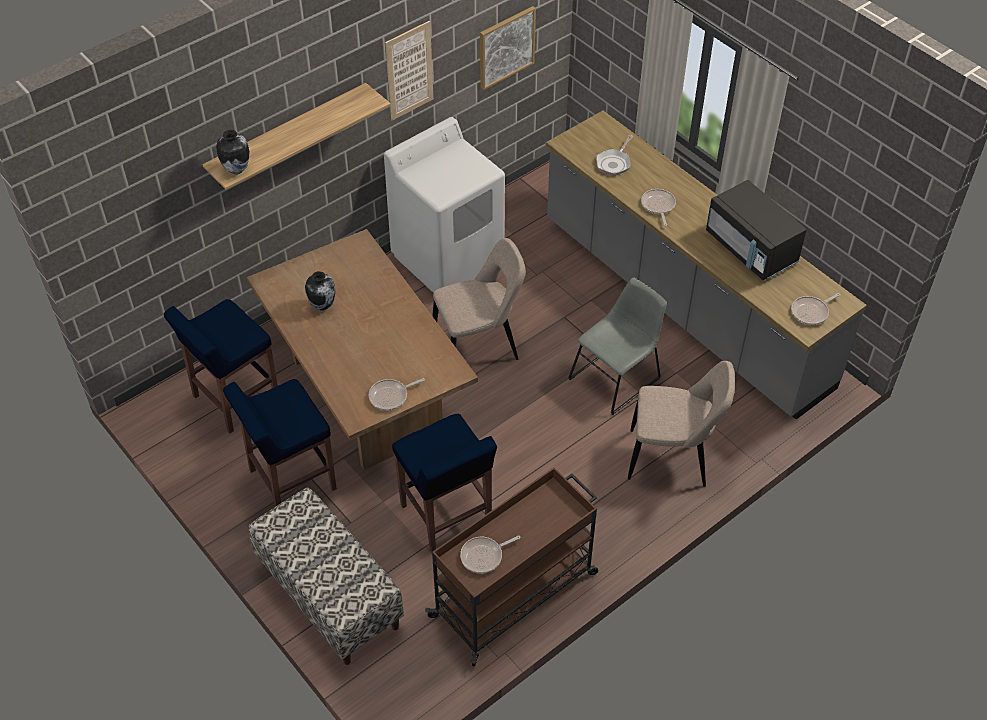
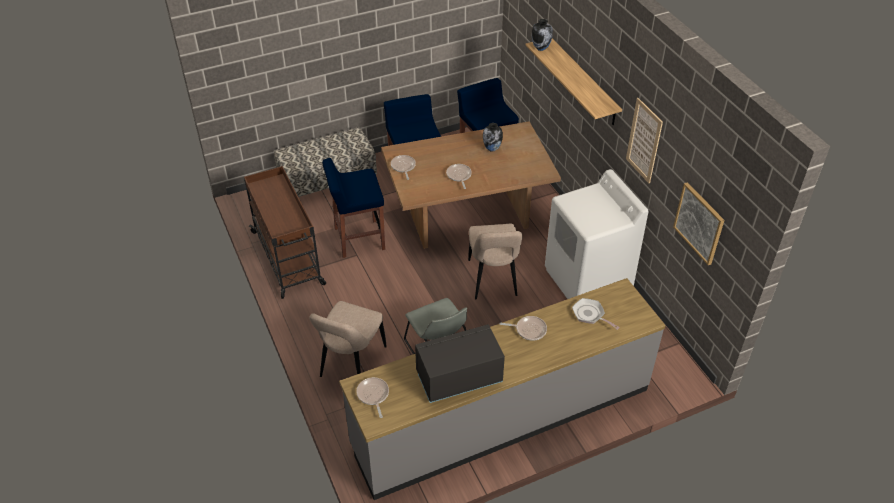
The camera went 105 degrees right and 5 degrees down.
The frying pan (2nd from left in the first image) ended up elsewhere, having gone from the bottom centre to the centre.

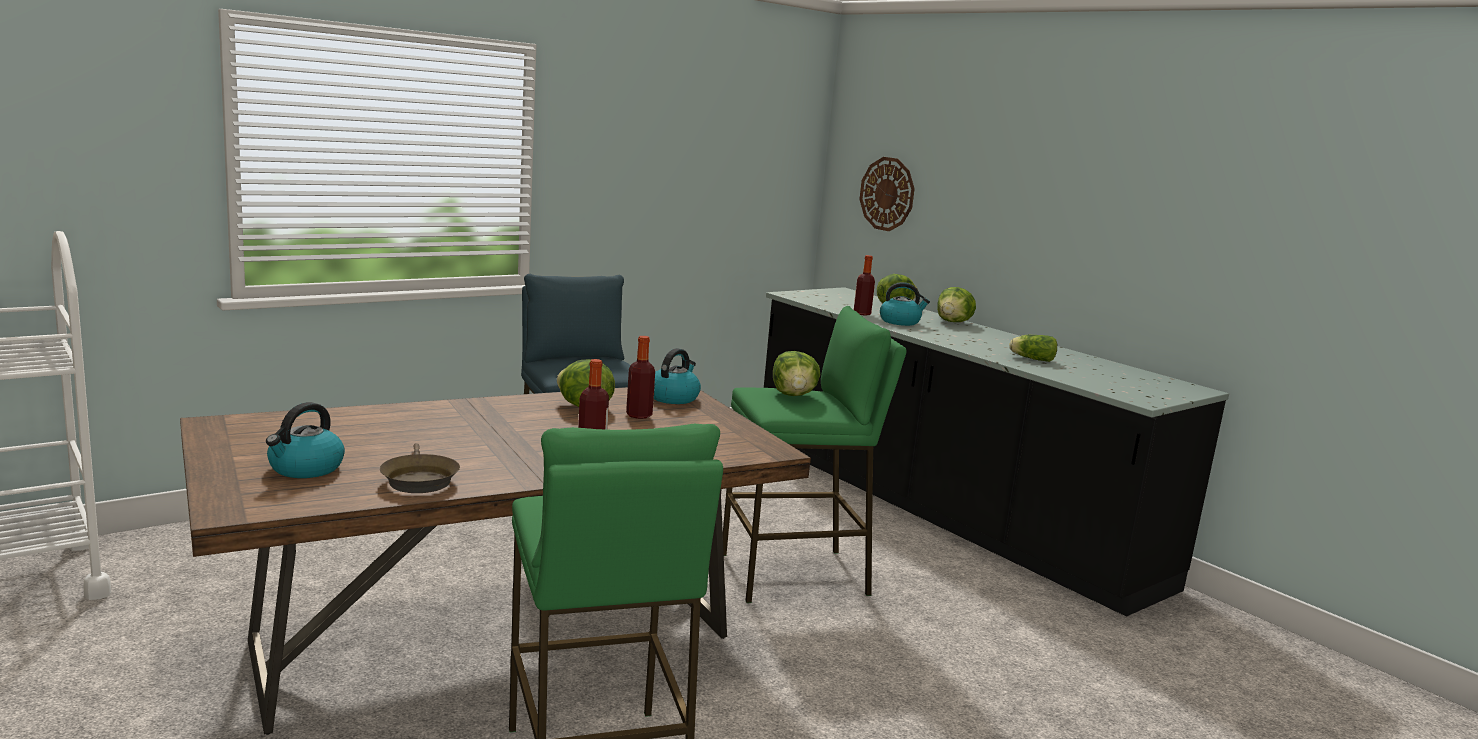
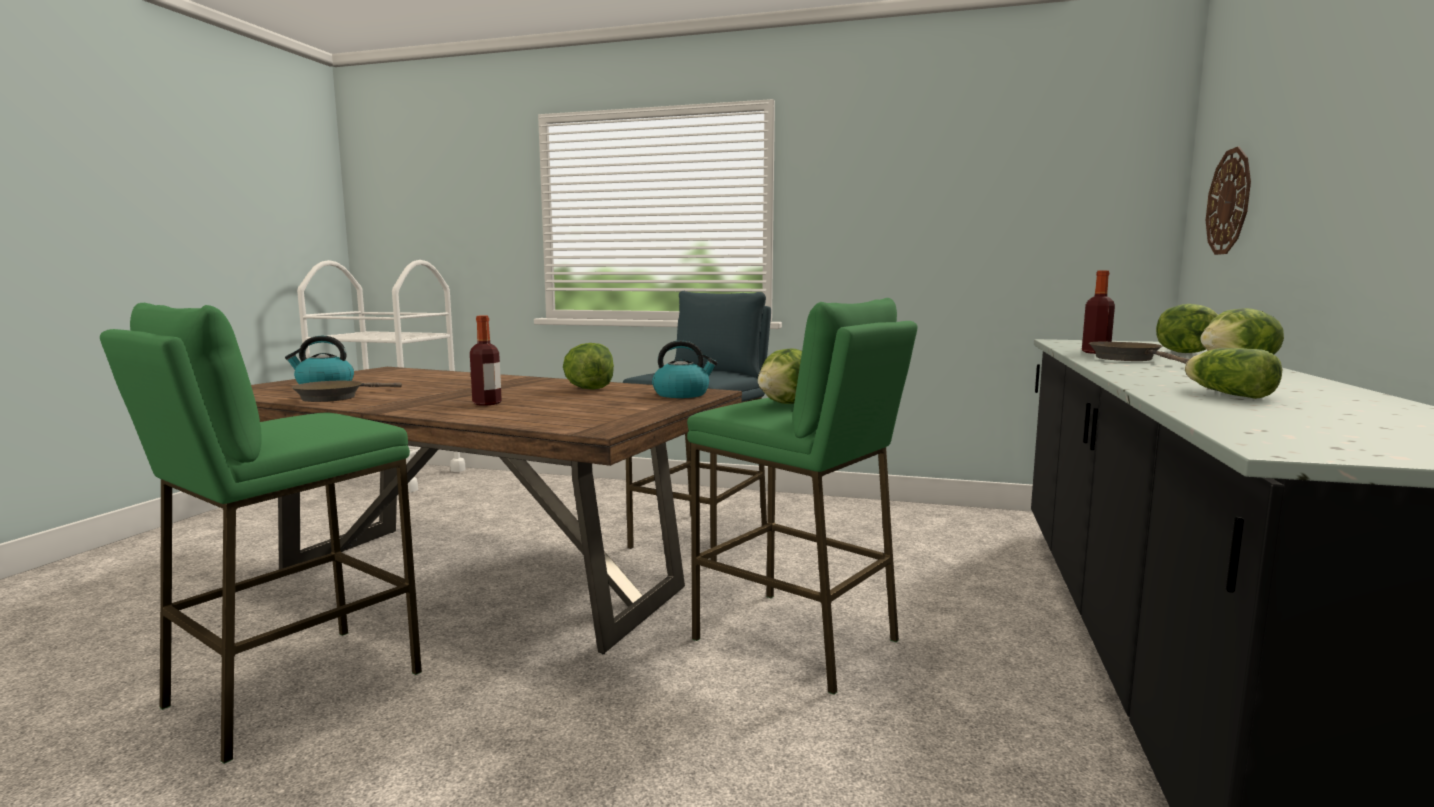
The camera went 55 degrees right and 5 degrees down.
The second view lost the drink bottle (2nd from left) at the centre.
Where the tea kettle (3rd from left) stood at the centre, the brown frying pan (2nd from left) came to stand at the middle right.

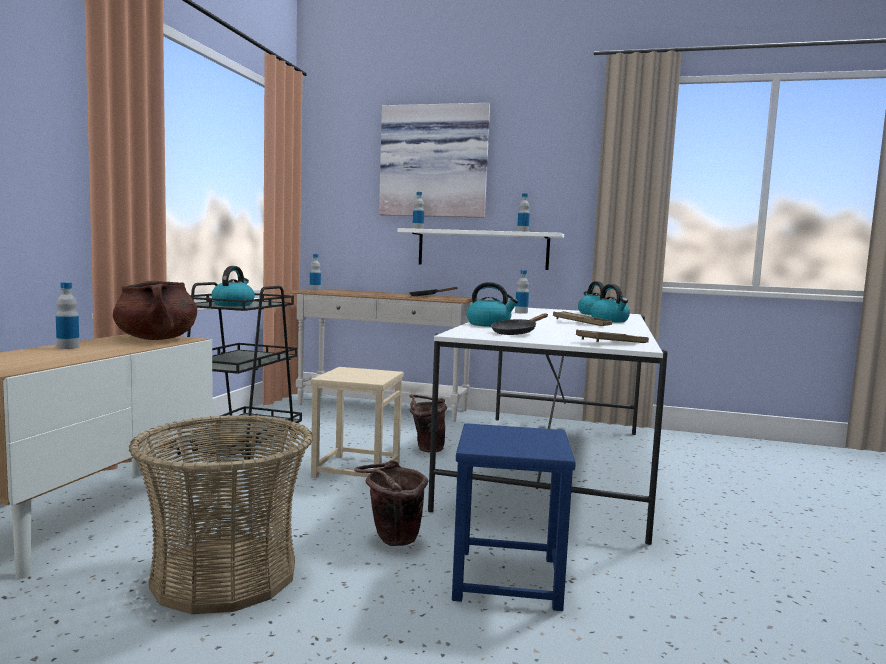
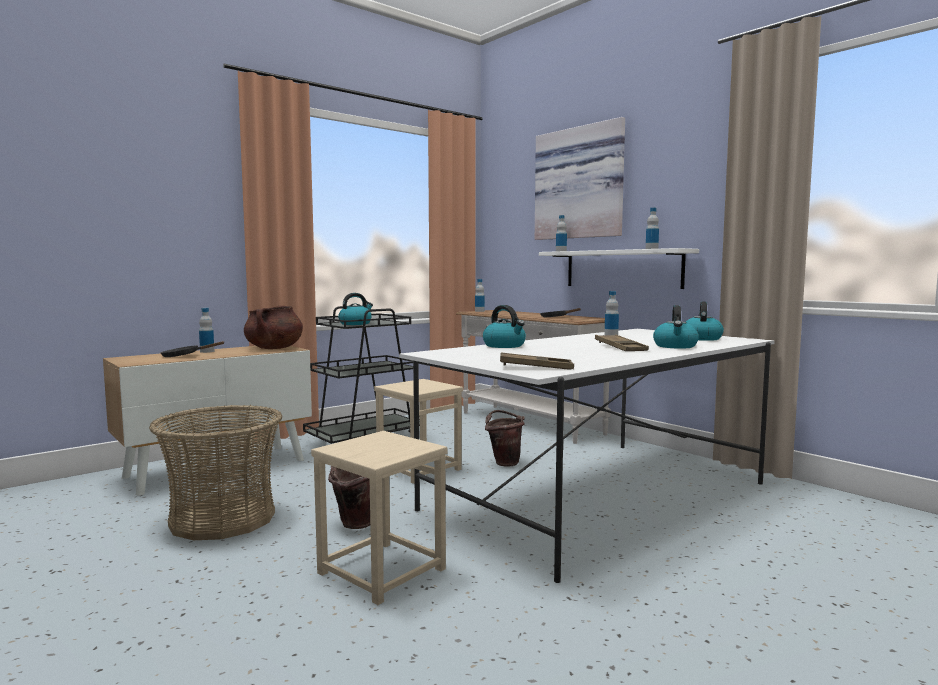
The camera went 35 degrees right and 0 degrees up.
The black frying pan (2nd from left in the first image) ended up elsewhere, having gone from the centre to the middle left.
What was the bluish sitting stool at the bottom centre turned into the sand-coloured sitting stool (1st from left) at the bottom centre.

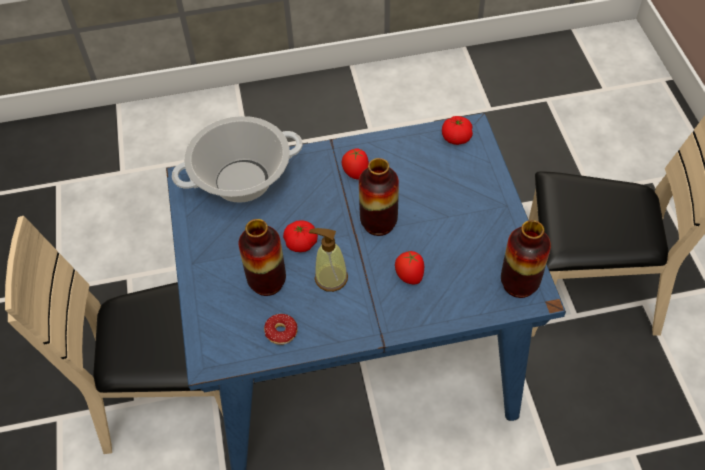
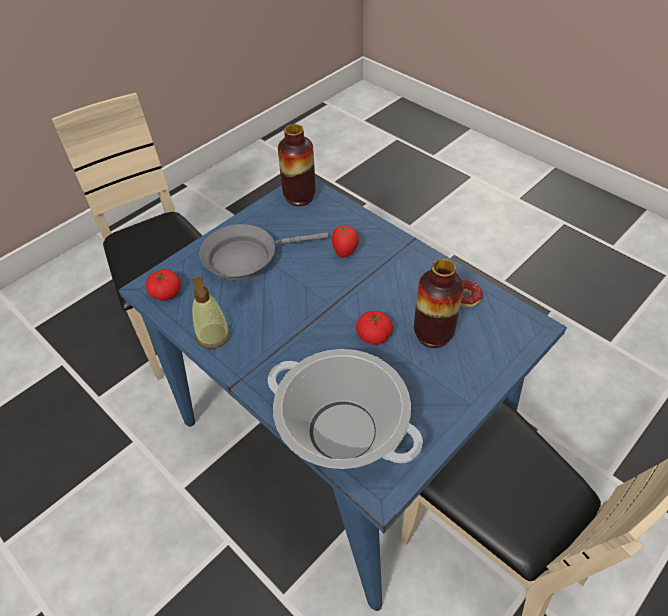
The camera went 125 degrees left and 5 degrees down.
The second view lost the tomato (2nd from left) at the centre.
The second view lost the vase (2nd from left) at the centre.
The second view gained the greyish frying pan at the centre.
The soap dispenser ended up elsewhere, having gone from the centre to the middle left.

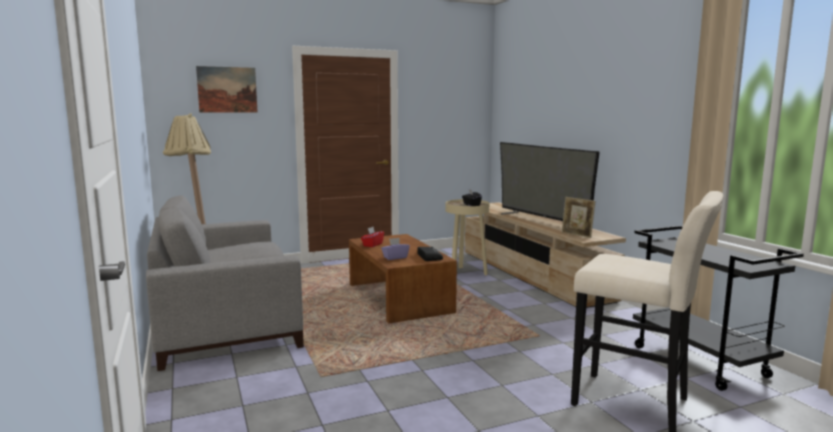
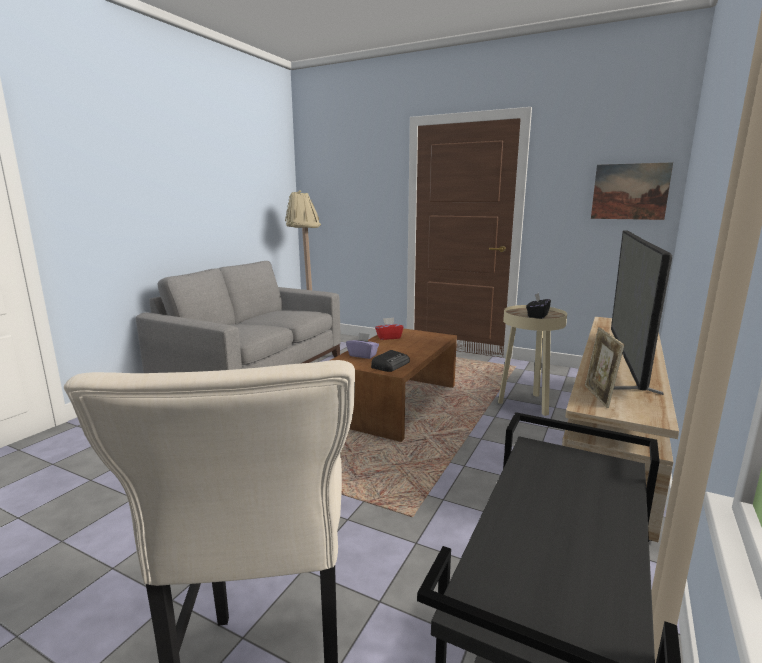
The camera went 50 degrees right and 5 degrees up.
The wall art ended up elsewhere, having gone from the top left to the top right.

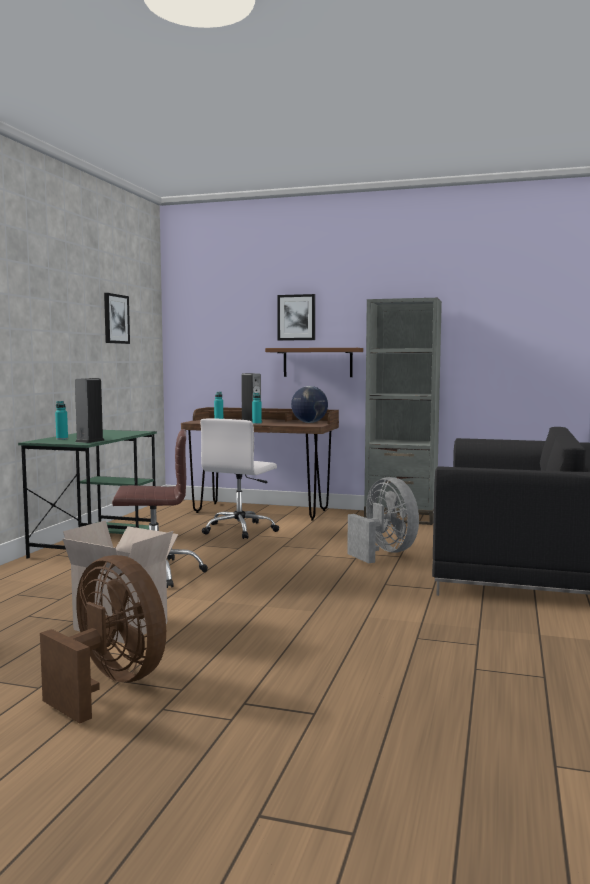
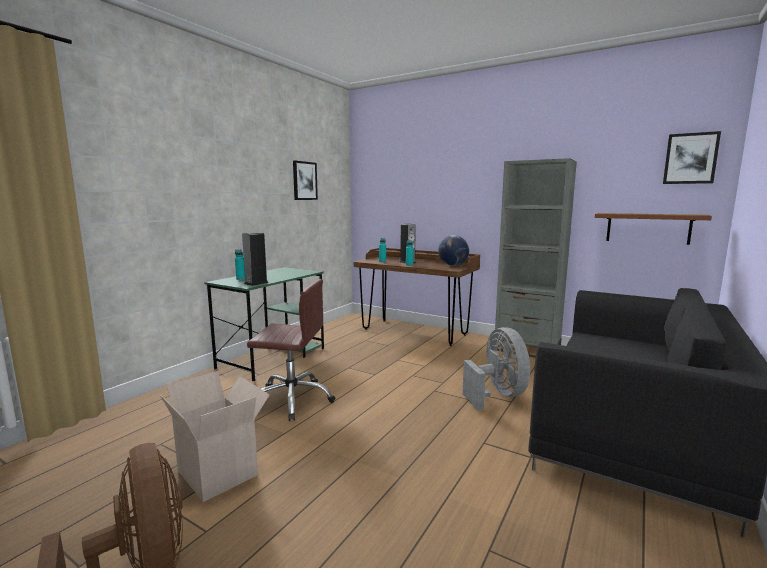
The camera went 15 degrees right and 5 degrees up.
The second view lost the white desk chair at the centre.
The brown shelf ended up elsewhere, having gone from the centre to the middle right.
The wall art (2nd from left) ended up elsewhere, having gone from the centre to the top right.

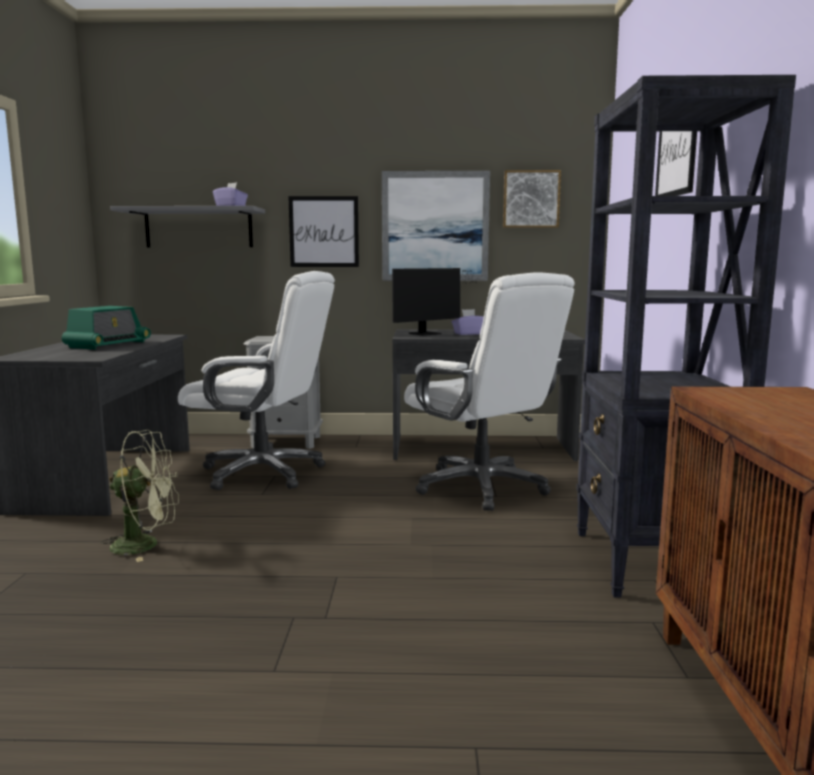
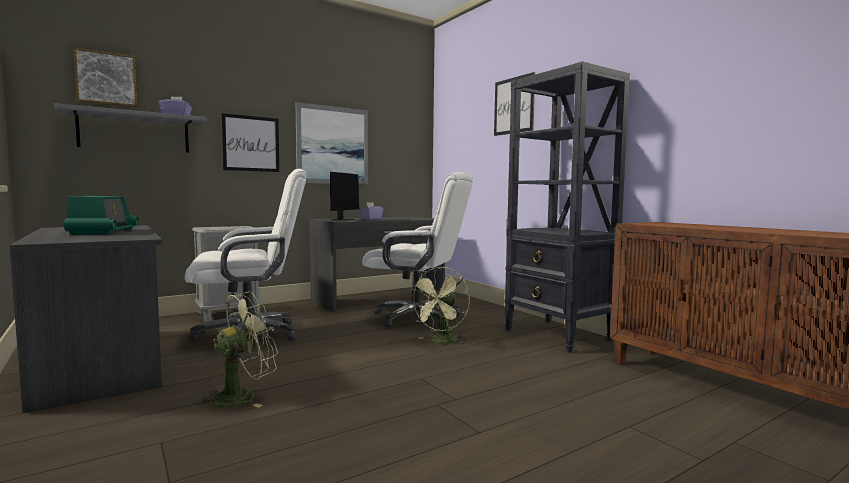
The camera went 35 degrees left and 5 degrees down.
The second view gained the greenish cooling fan (2nd from left) at the centre.
The wall art (3rd from left in the first image) ended up elsewhere, having gone from the top centre to the top left.

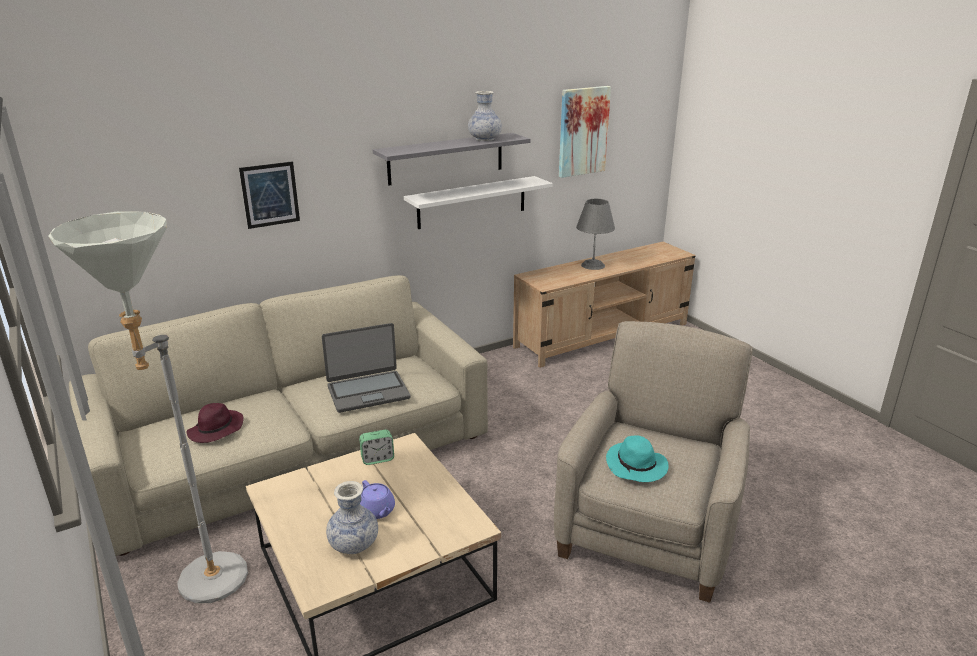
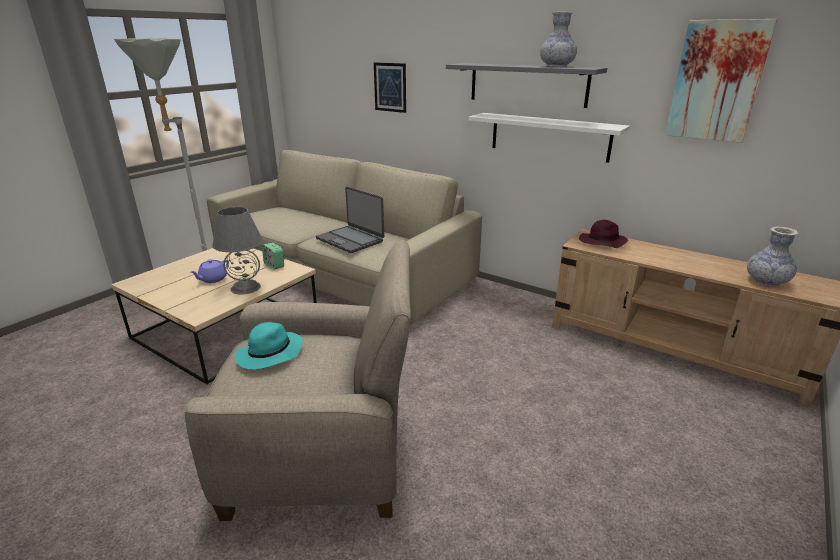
The camera went 65 degrees right and 0 degrees up.
The purplish clothing hat ended up elsewhere, having gone from the middle left to the middle right.
The vase (1st from left in the first image) ended up elsewhere, having gone from the bottom centre to the middle right.
The greyish tabletop lamp ended up elsewhere, having gone from the centre to the middle left.

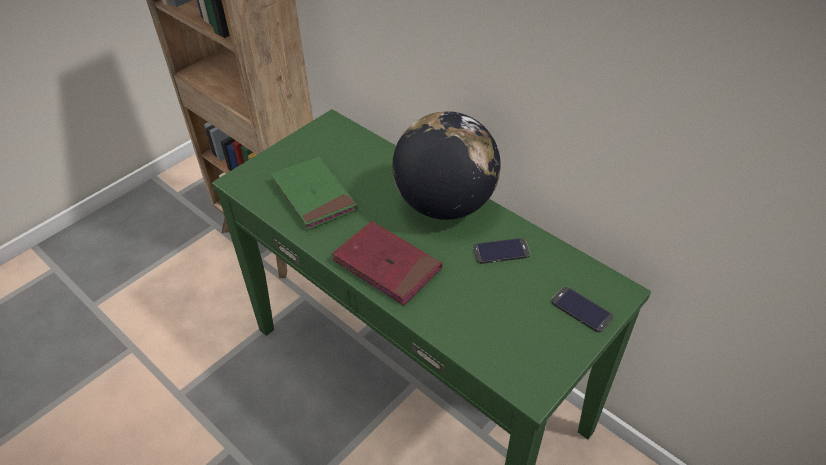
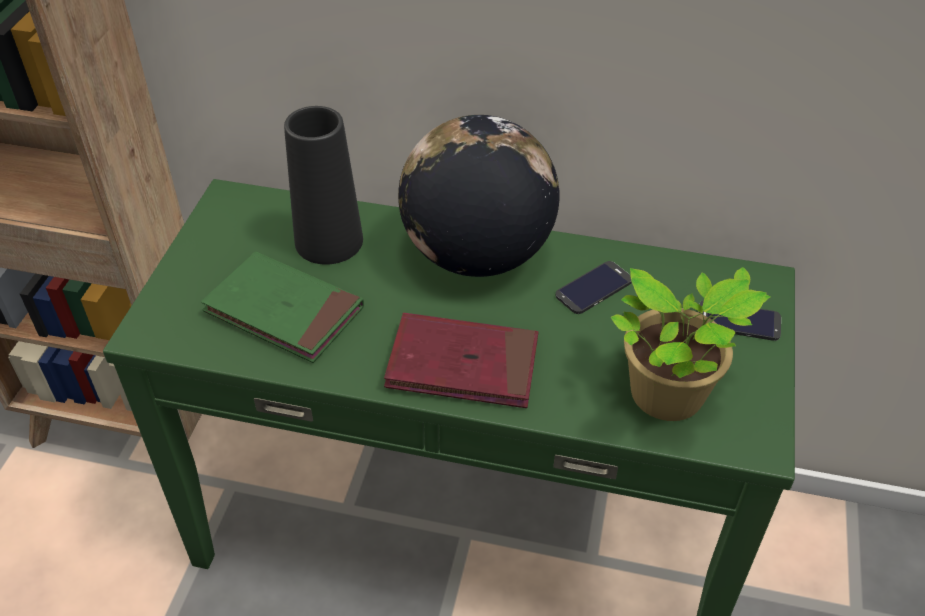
The camera went 30 degrees left and 0 degrees up.
The second view gained the black vase at the top centre.
The second view gained the potted plant at the middle right.

